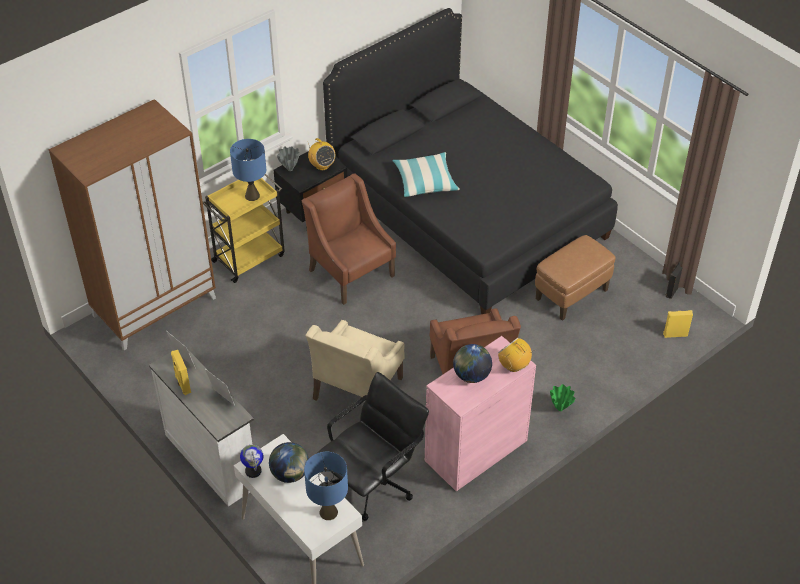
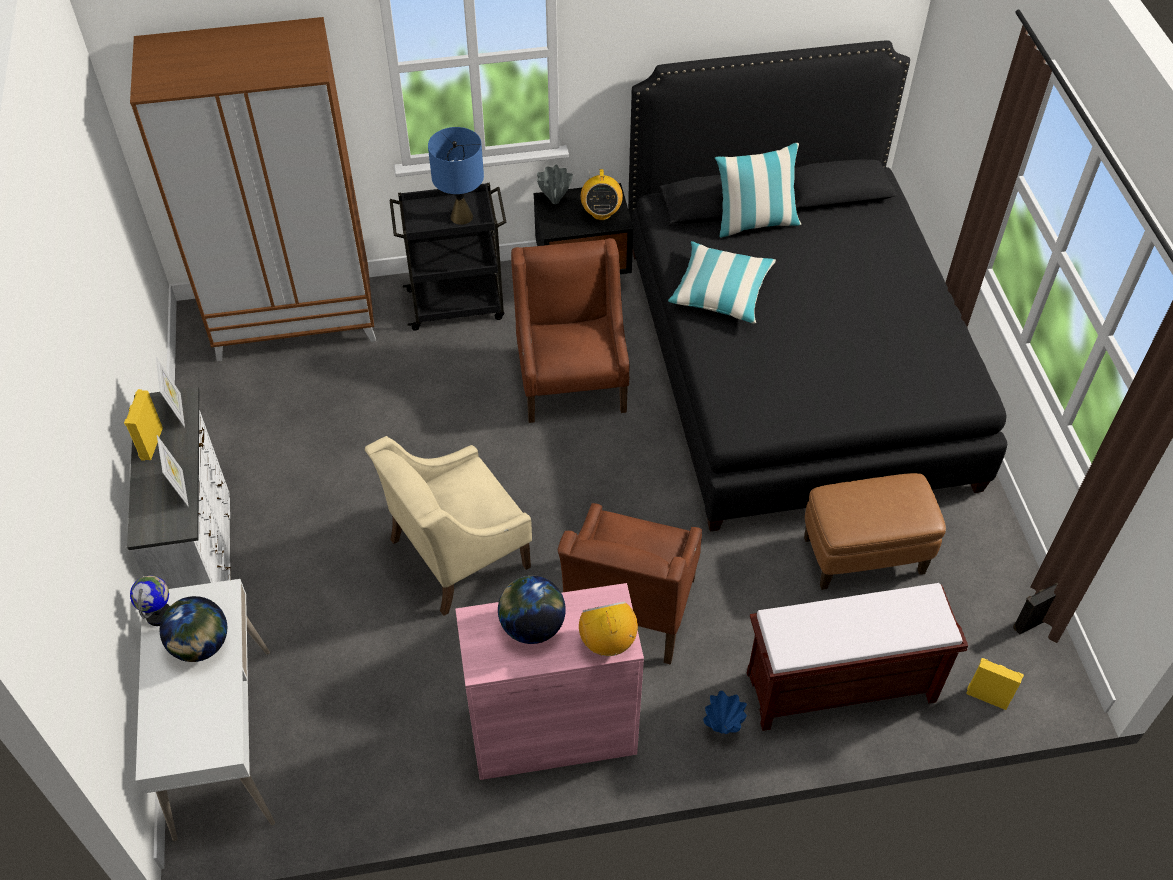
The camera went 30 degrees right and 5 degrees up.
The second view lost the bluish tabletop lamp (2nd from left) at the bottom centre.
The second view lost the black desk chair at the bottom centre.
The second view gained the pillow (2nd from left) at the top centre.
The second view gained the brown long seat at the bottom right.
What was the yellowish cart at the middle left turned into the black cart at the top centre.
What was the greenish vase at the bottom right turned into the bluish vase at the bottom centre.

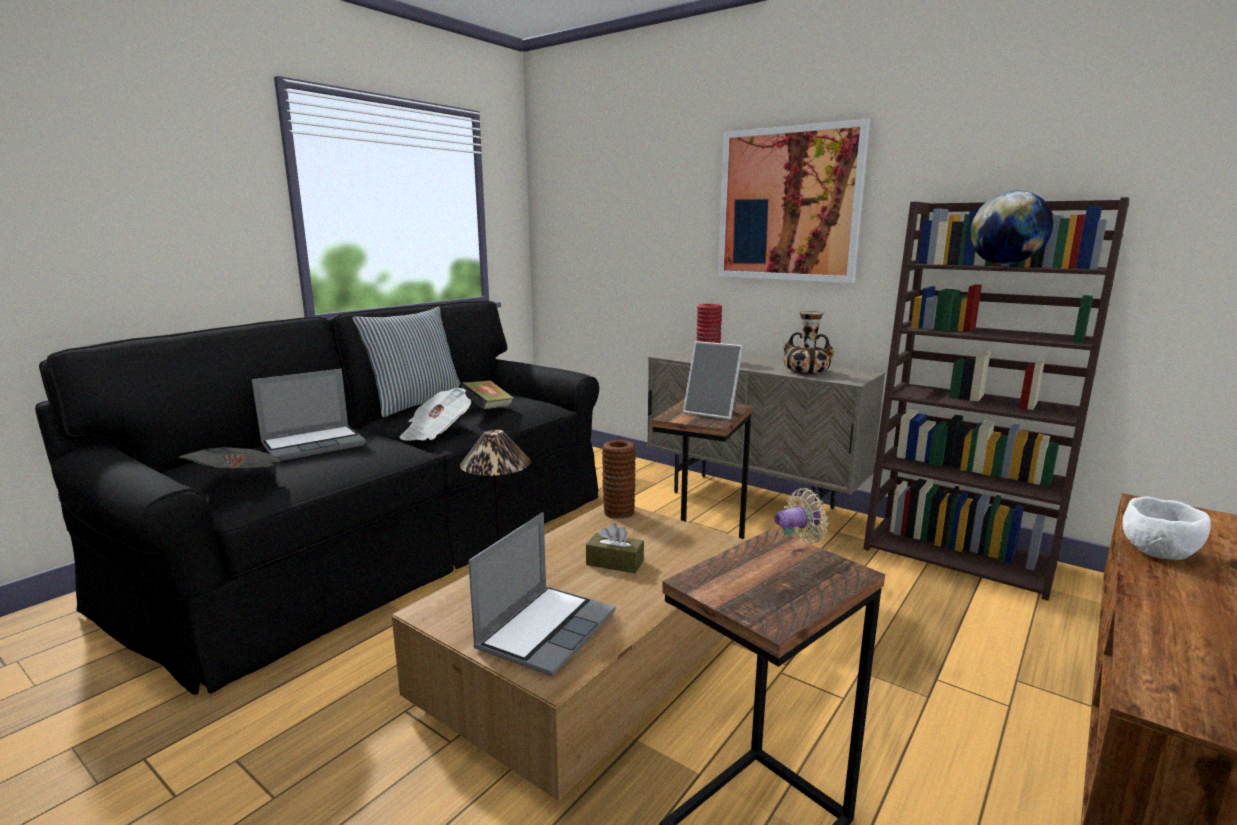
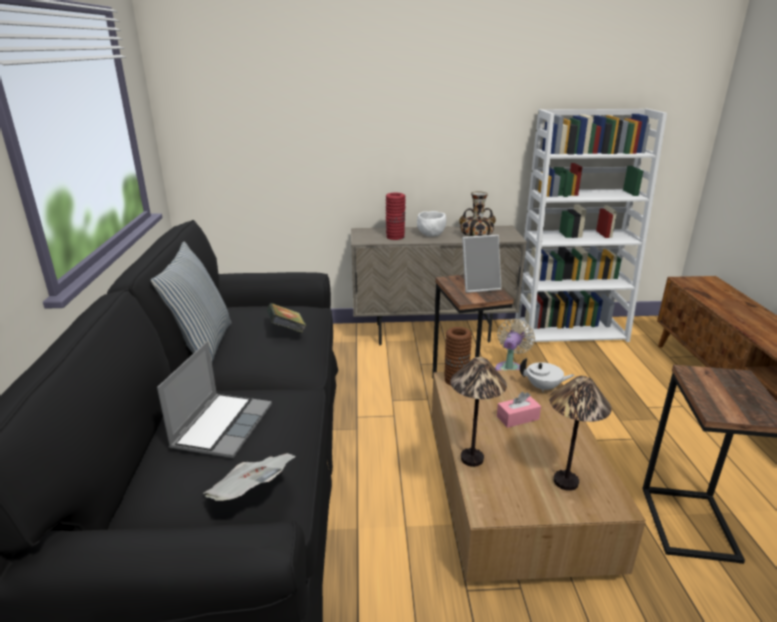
The camera went 40 degrees left and 10 degrees up.
The second view lost the newspaper (2nd from left) at the centre.
The second view lost the wall art at the top centre.
The second view lost the desk globe at the top right.
The second view gained the white pot for tea at the middle right.
The white serving bowl ended up elsewhere, having gone from the middle right to the centre.
Where the portable computer (2nd from left) stood at the bottom centre, the tabletop lamp (2nd from left) came to stand at the bottom right.
What was the brown box of tissues at the centre turned into the pink-coloured box of tissues at the middle right.
What was the brown bookcase at the middle right turned into the white bookcase at the middle right.

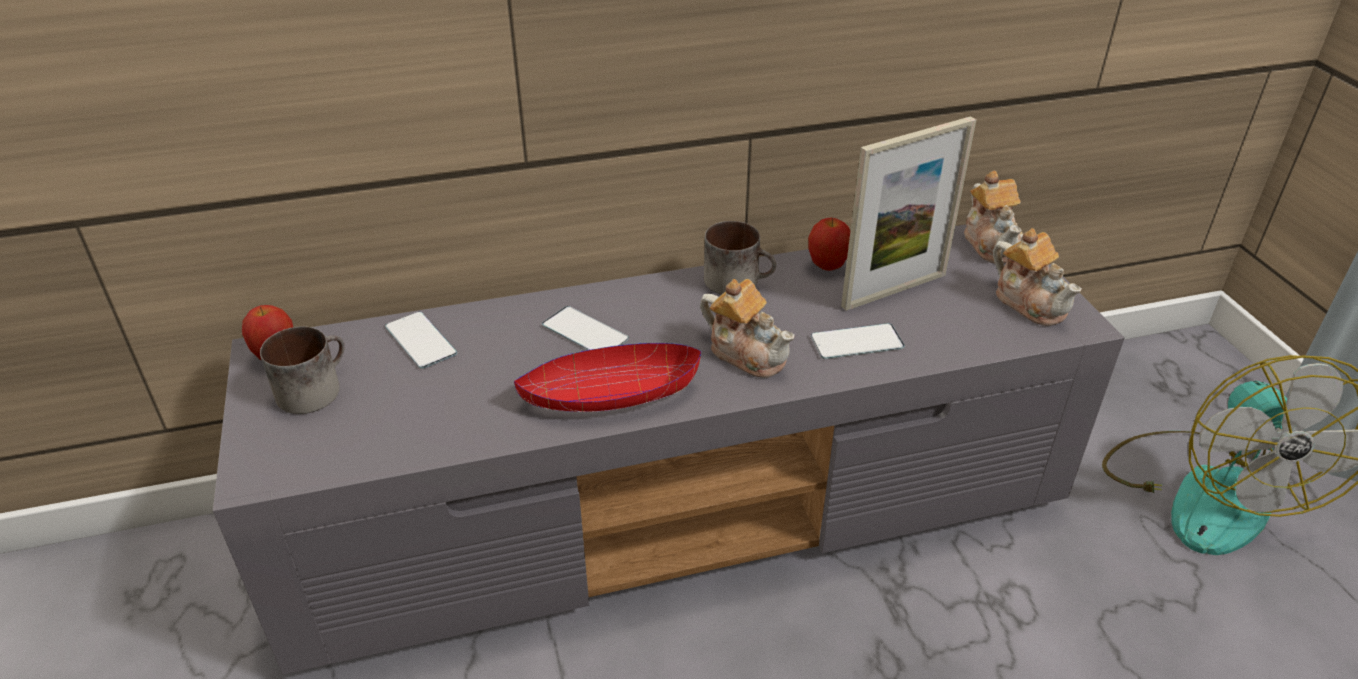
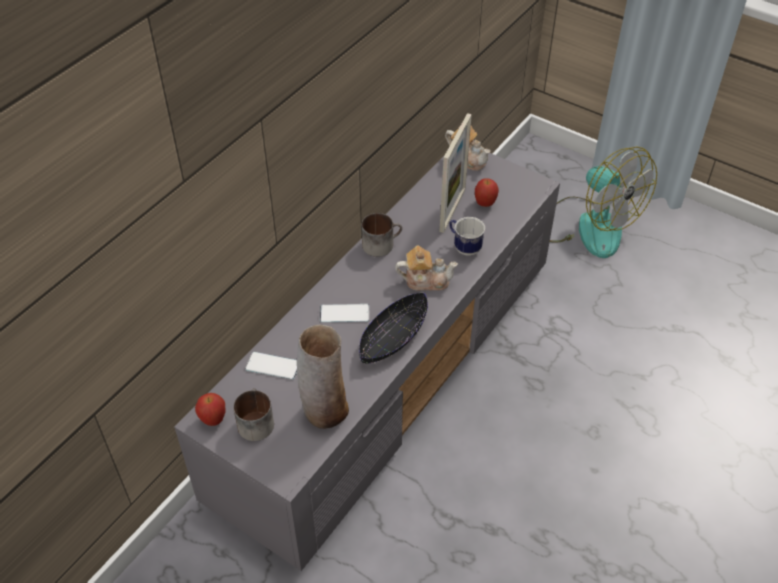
The camera went 40 degrees left and 10 degrees up.
The second view lost the pot for tea (3rd from left) at the middle right.
The second view gained the vase at the centre.
The whole apple (2nd from left) ended up elsewhere, having gone from the centre to the top centre.
Where the handset (3rd from left) stood at the centre, the mug (3rd from left) came to stand at the centre.
What was the red-coloured serving bowl at the centre turned into the black serving bowl at the centre.

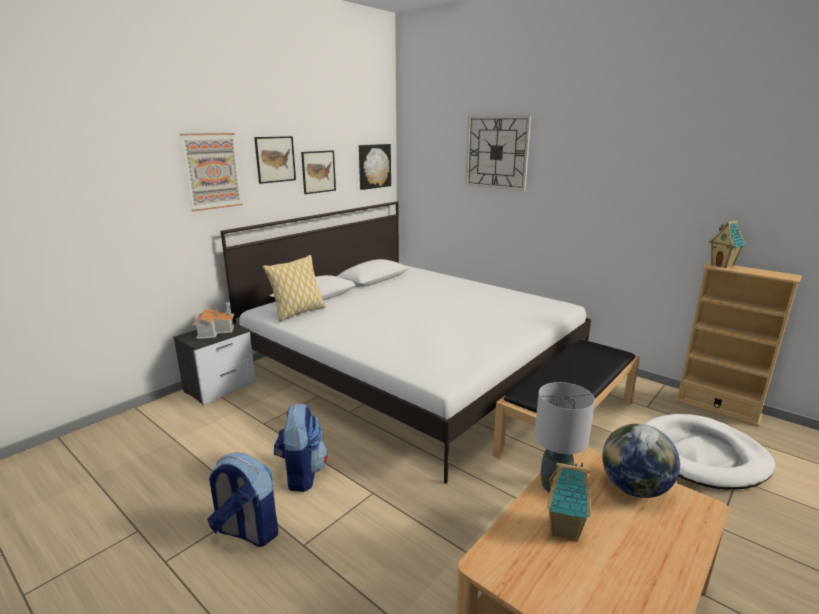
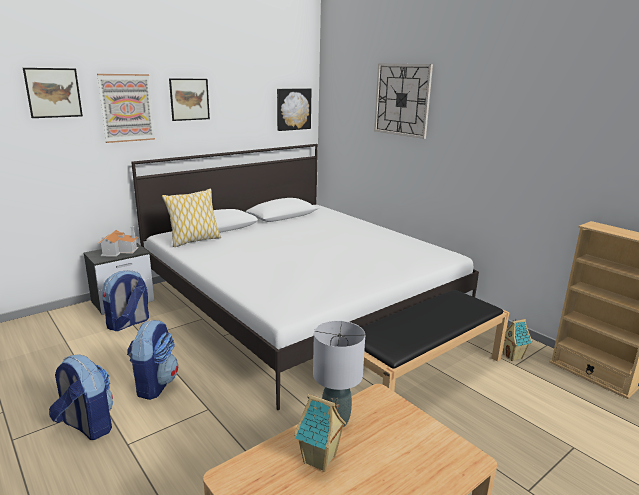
The camera went 10 degrees right and 0 degrees up.
The second view lost the desk globe at the bottom right.
The second view lost the white dog bed at the bottom right.
The second view gained the rucksack (2nd from left) at the middle left.
The wall art (3rd from left in the first image) ended up elsewhere, having gone from the top centre to the top left.
The model house (3rd from left) ended up elsewhere, having gone from the middle right to the bottom right.

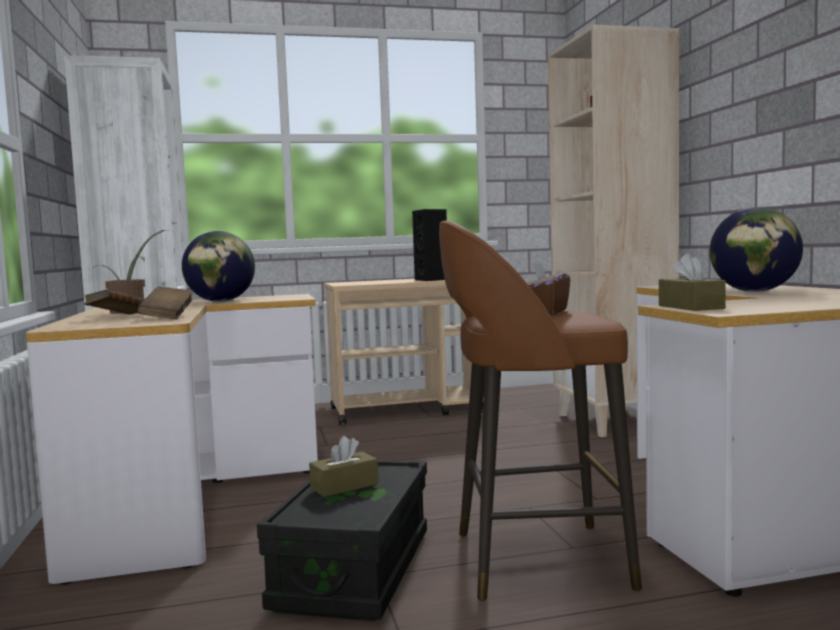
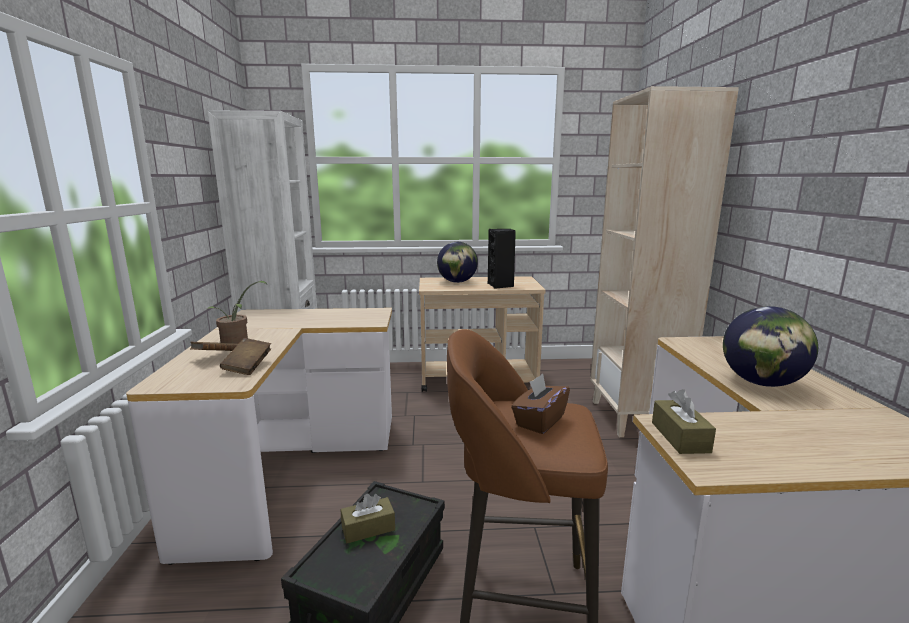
The camera went 10 degrees right and 10 degrees up.
The desk globe (1st from left) ended up elsewhere, having gone from the middle left to the centre.

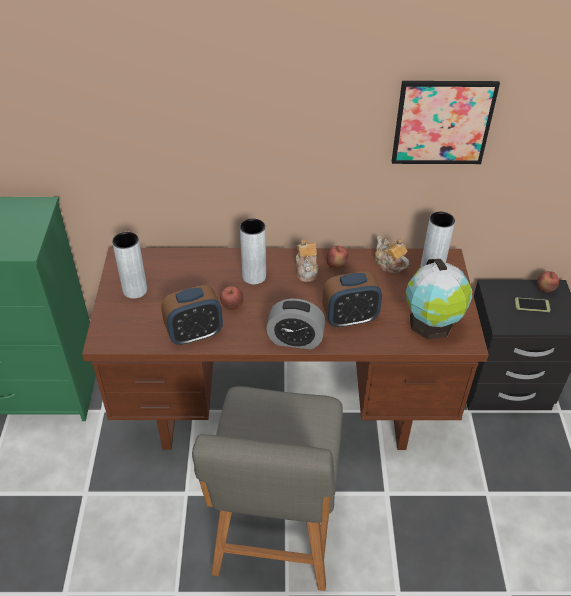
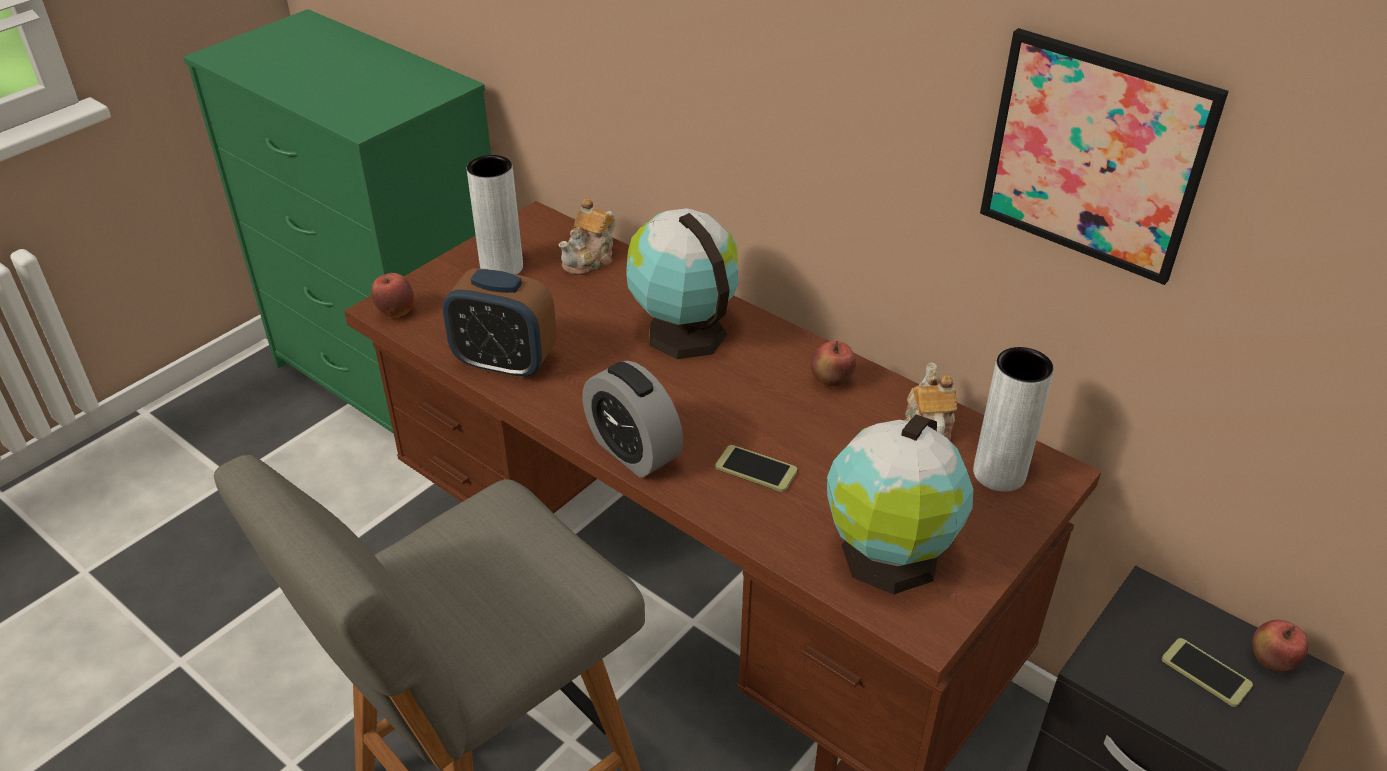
The camera went 40 degrees right and 5 degrees down.
The whole apple (1st from left) ended up elsewhere, having gone from the centre to the middle left.
The pot for tea (1st from left) ended up elsewhere, having gone from the centre to the top centre.
Where the greyish vase (2nd from left) stood at the centre, the desk globe (1st from left) came to stand at the centre.
Where the bedside clock (3rd from left) stood at the centre, the handset (1st from left) came to stand at the centre.

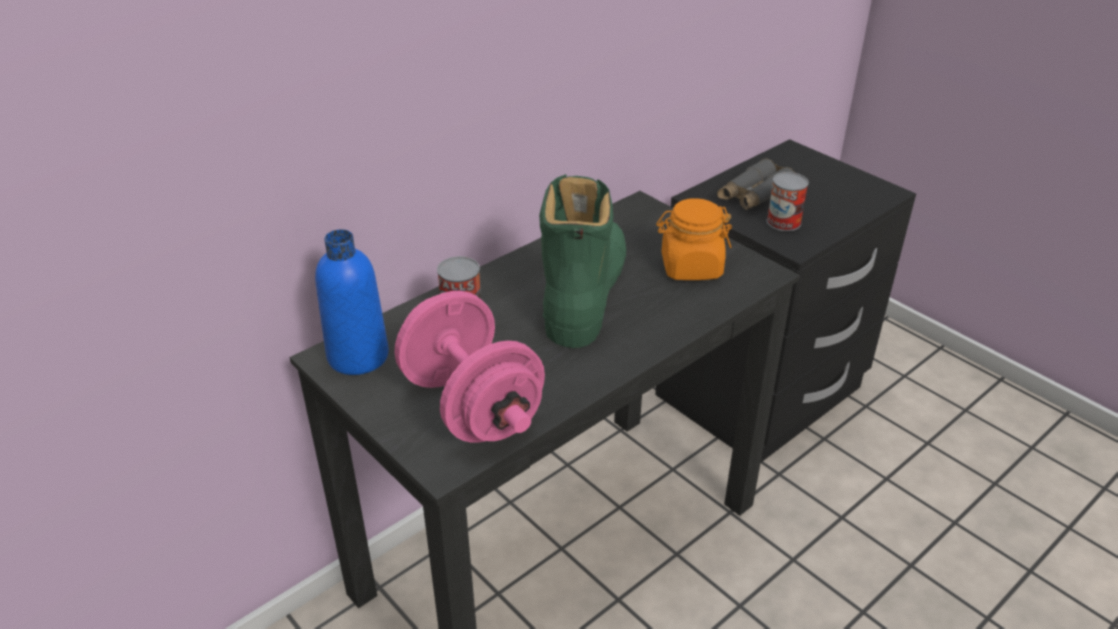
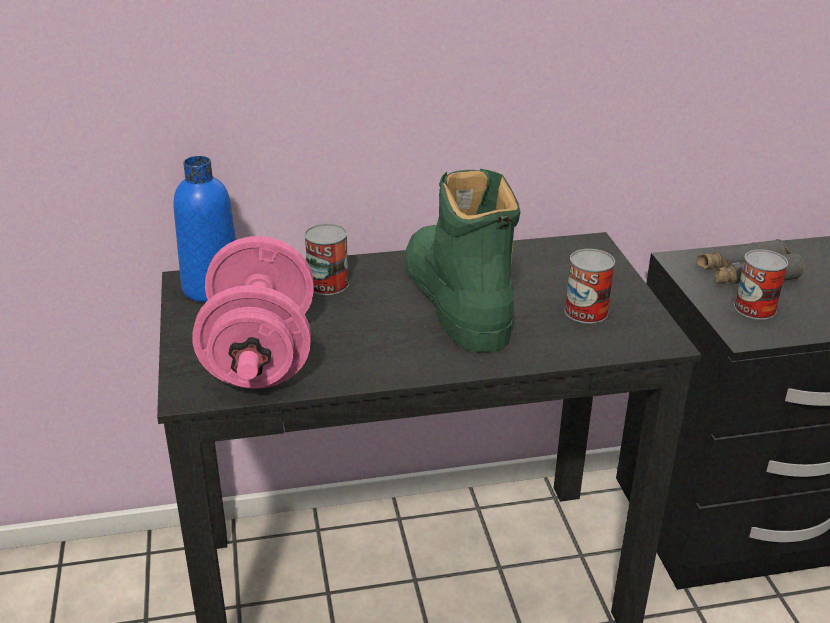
The camera went 30 degrees right and 5 degrees down.
Where the orangey jar stood at the centre, the metal can (2nd from left) came to stand at the middle right.
The greenish tall boot at the centre ended up facing another way, 60 degrees counterclockwise from before.

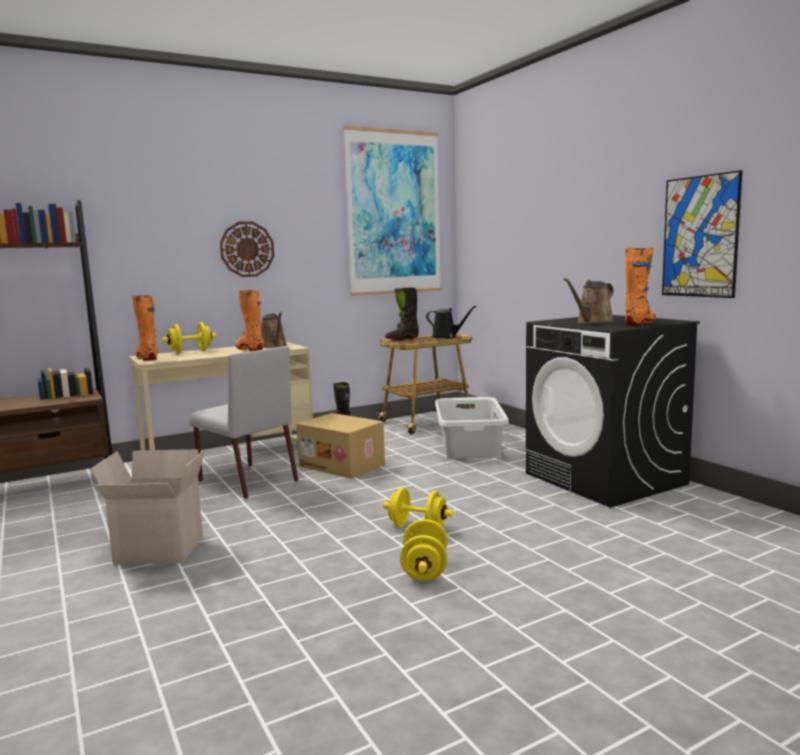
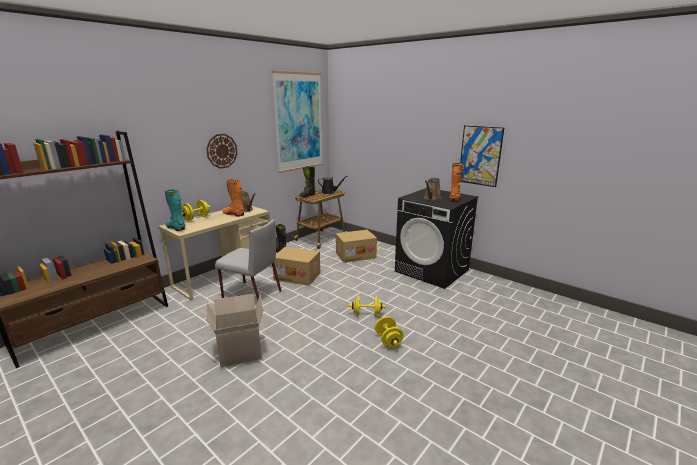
The camera went 20 degrees left and 10 degrees up.
Where the greyish hamper stood at the centre, the cardboard box (3rd from left) came to stand at the centre.
What was the orangey tall boot (1st from left) at the middle left turned into the turquoise tall boot at the middle left.

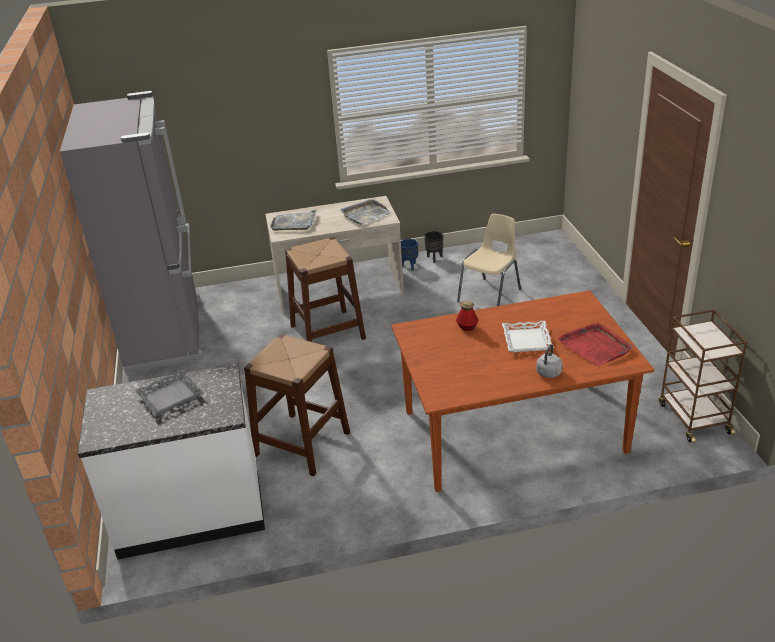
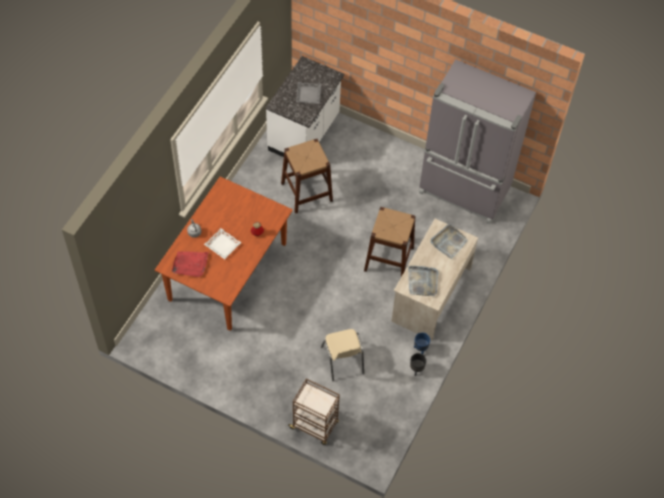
The camera went 125 degrees right and 25 degrees up.
The brown cart ended up elsewhere, having gone from the middle right to the bottom centre.

